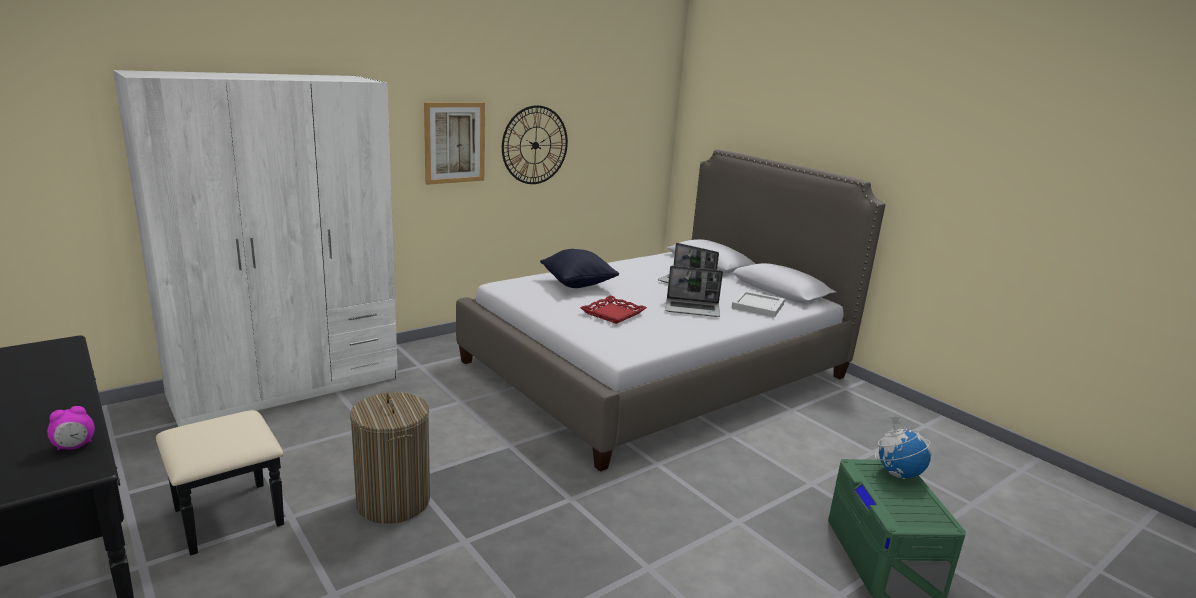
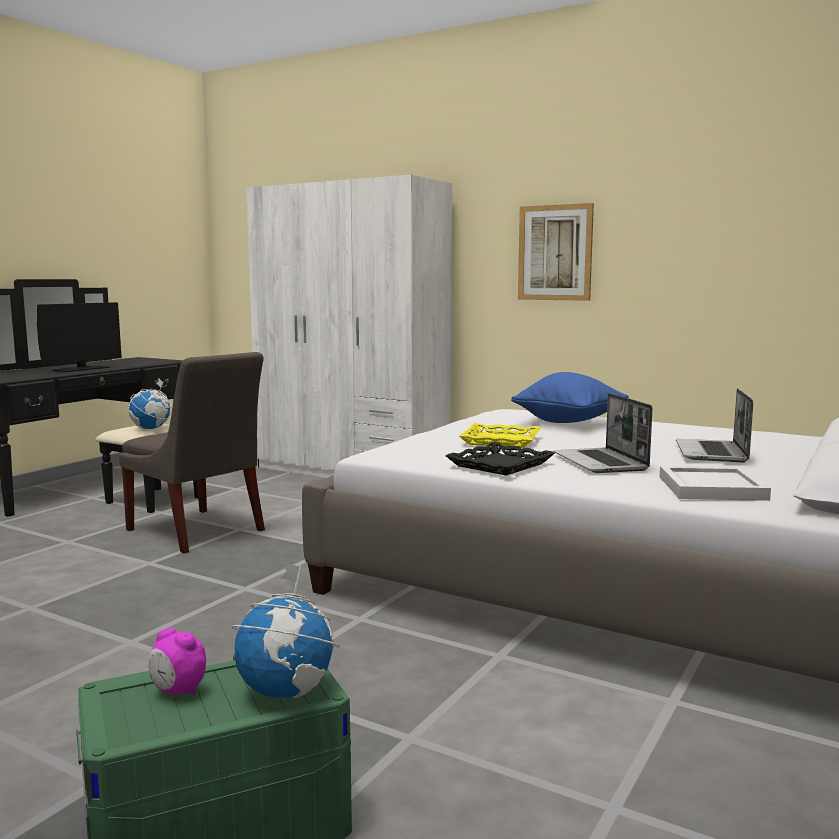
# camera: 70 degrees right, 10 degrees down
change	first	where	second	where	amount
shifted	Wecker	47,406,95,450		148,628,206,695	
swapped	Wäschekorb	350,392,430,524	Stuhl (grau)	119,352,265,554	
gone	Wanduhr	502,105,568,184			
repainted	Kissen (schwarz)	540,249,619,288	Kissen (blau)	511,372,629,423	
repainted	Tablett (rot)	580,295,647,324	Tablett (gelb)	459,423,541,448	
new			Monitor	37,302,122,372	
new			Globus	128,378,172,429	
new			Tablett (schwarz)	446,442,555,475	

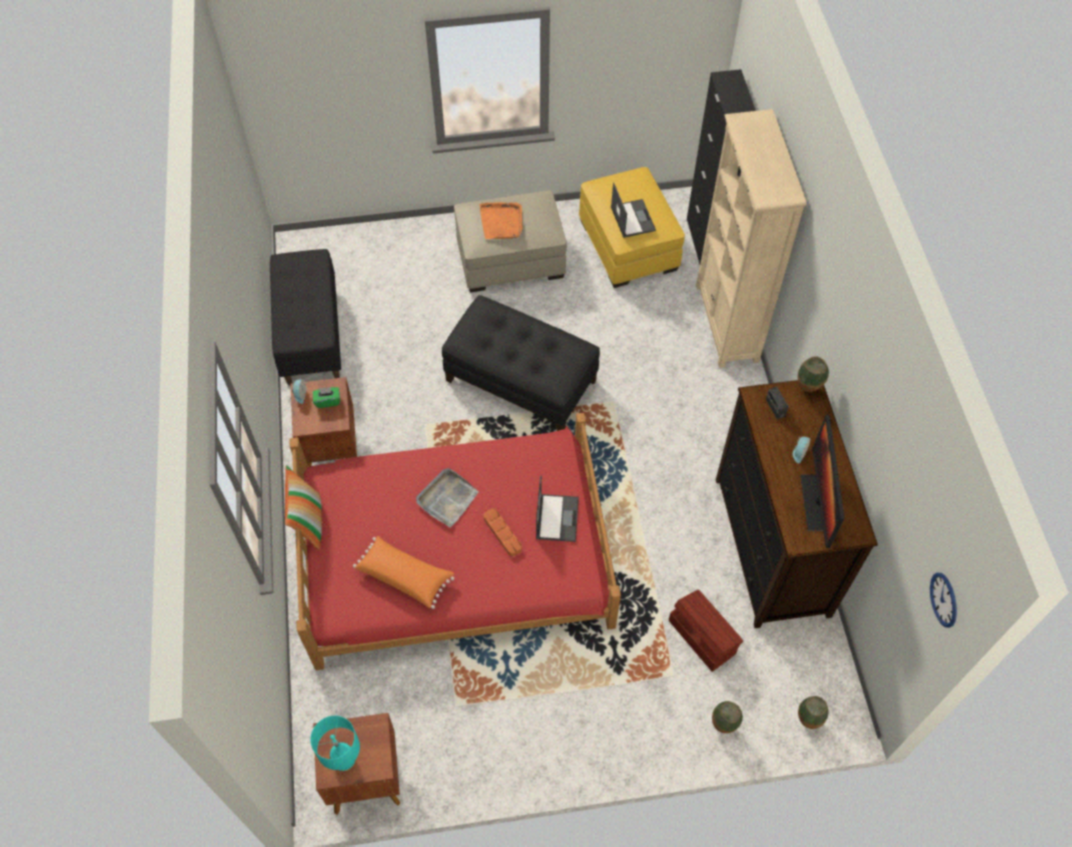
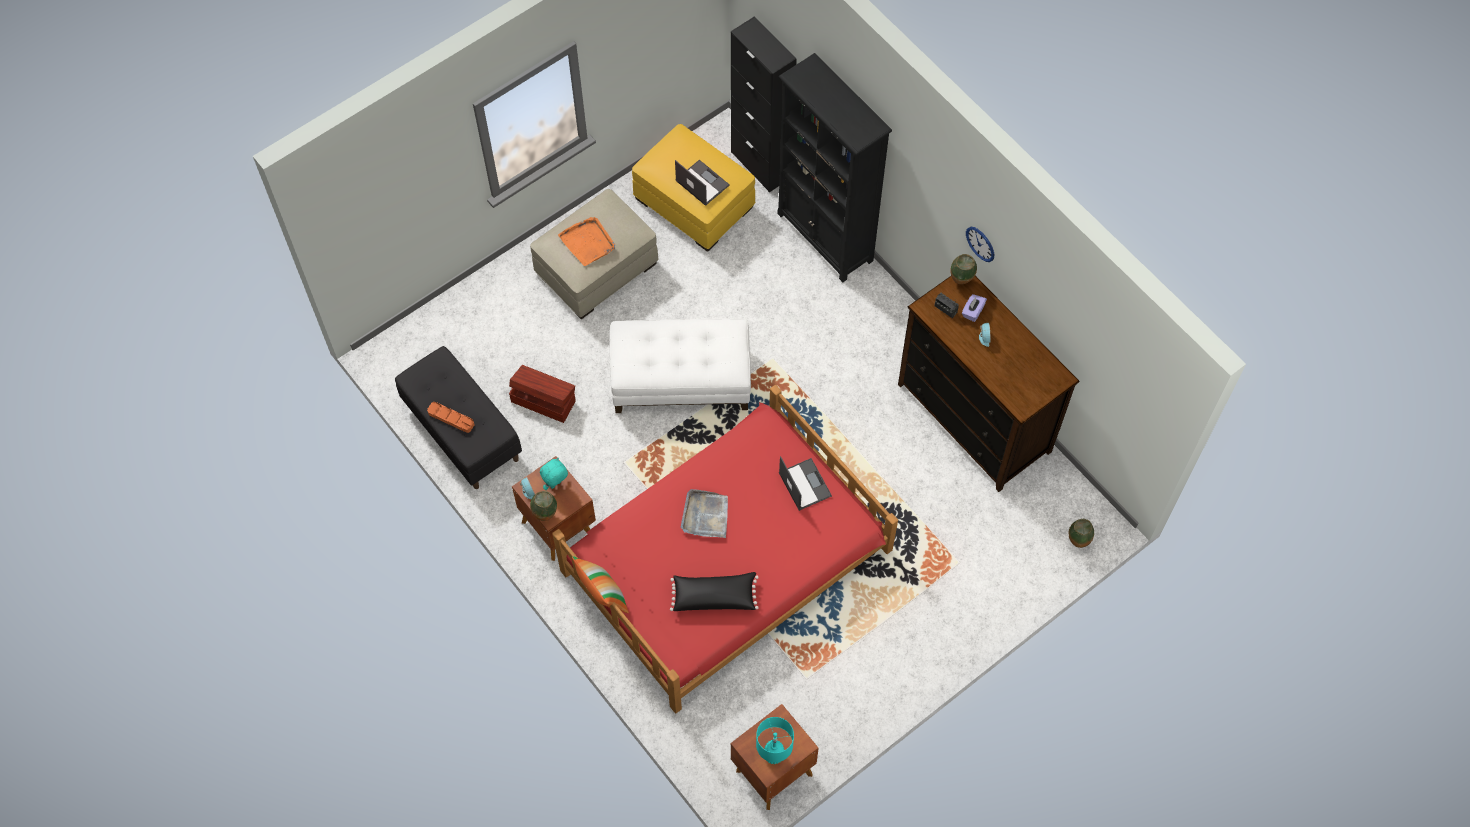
# camera: 30 degrees left, 5 degrees up
change	first	where	second	where	amount
swapped	Taschentuchbox (grün)	313,387,340,408	Plüschtier (türkis)	540,458,568,490	
repainted	Kissen (orange)	353,536,454,609	Kissen (schwarz)	670,572,759,611	
repainted	Polsterhocker (schwarz)	442,295,600,431	Polsterhocker (weiß)	609,319,751,413	
shifted	Tablett (orange)	484,508,522,557		427,402,474,433	
shifted	Aufbewahrungsbox (braun)	669,590,743,672		509,365,576,423	
repainted	Bücherregal (beige)	696,109,807,368	Bücherregal (schwarz)	778,53,892,282	
shifted	Vase	712,701,743,733		530,491,557,521	
gone	Monitor	801,415,845,548			
shifted	Wanduhr	930,573,957,628		966,227,994,262	
new			Taschentuchbox (lila)	962,294,987,322	

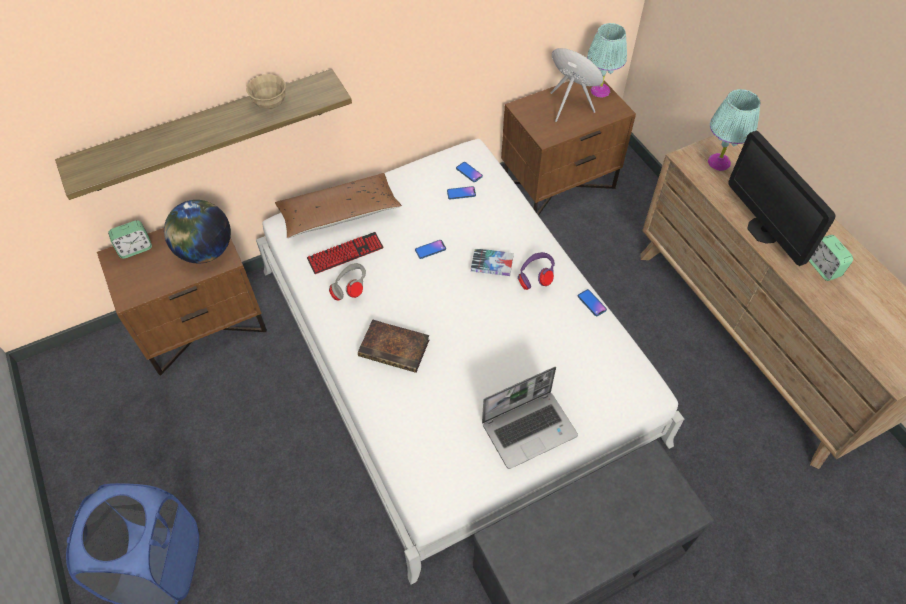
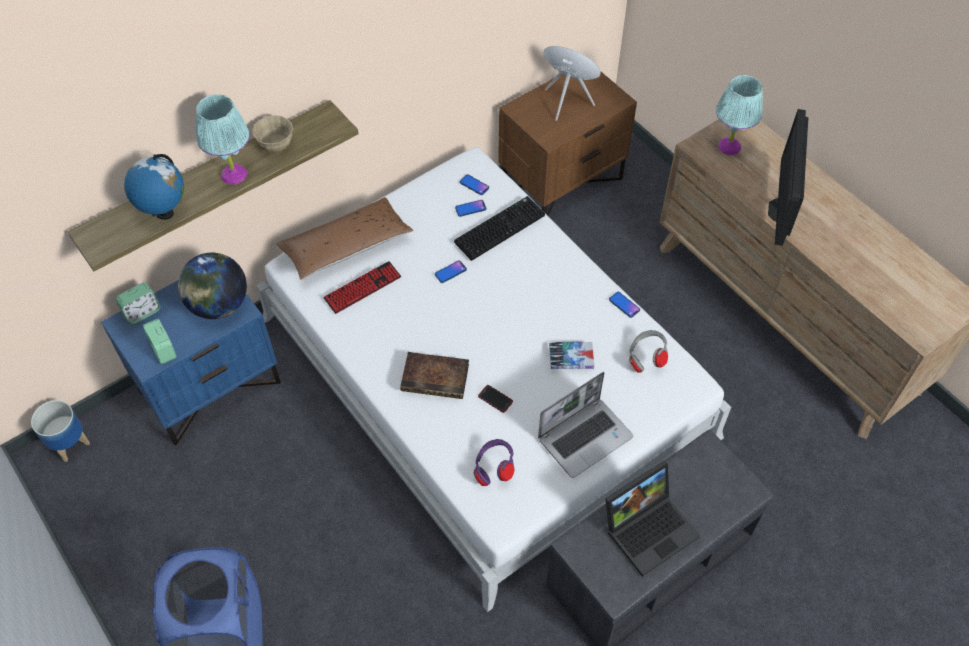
# camera: 10 degrees left, 0 degrees up
change	first	where	second	where	amount
repainted	Nachttisch (braun)	97,228,267,376	Nachttisch (blau)	101,280,281,445	
shifted	Kopfhörer (grau)	329,263,366,301		629,330,668,373	
shifted	Buch	471,249,514,276		549,342,594,369	
shifted	Kopfhörer (lila)	518,252,555,290		474,439,514,486	
shifted	Tischlampe (türkis)	587,23,627,98		196,94,250,184	
rotated	Monitor	728,131,836,266		768,109,809,246	45 degrees clockwise
shifted	Wecker	809,235,853,281		143,319,177,364	
new			Pflanzkübel	31,400,90,462	
new			Globus	124,154,184,220	
new			Tastatur	454,196,545,261	
new			Handy	478,385,513,413	
new			Laptop	605,461,700,577	

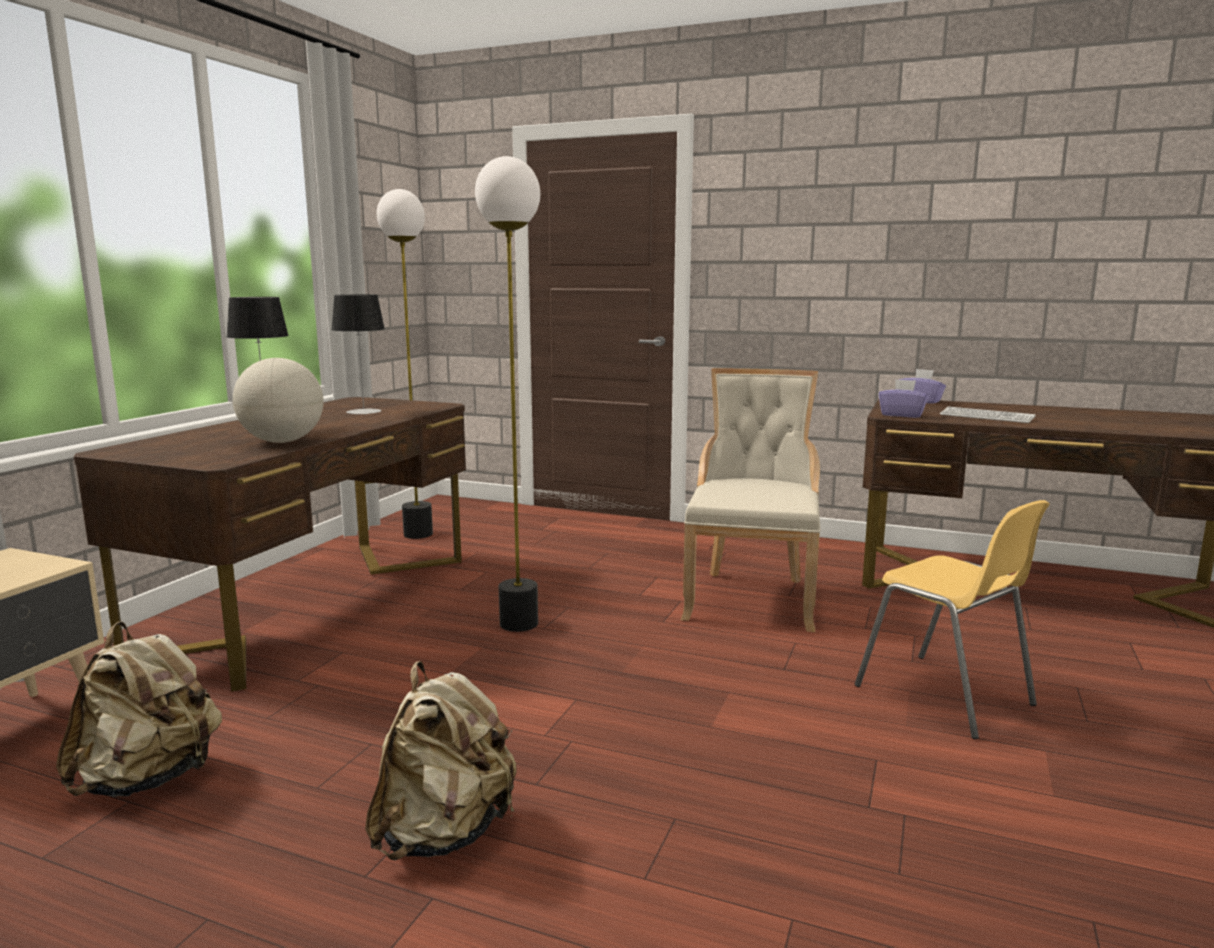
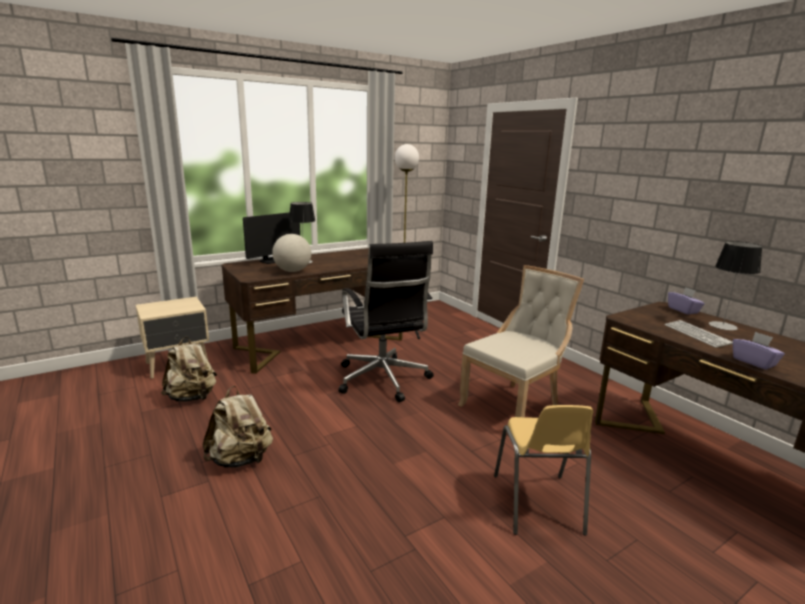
# camera: 35 degrees right, 5 degrees up
change	first	where	second	where	amount
shifted	Tischlampe	331,294,385,414		709,241,762,330	
swapped	Stehlampe	475,156,540,632	Bürostuhl (schwarz)	338,241,434,402	
shifted	Taschentuchbox (lila)	879,379,928,418		733,331,785,370	
new			Monitor	243,212,300,264	

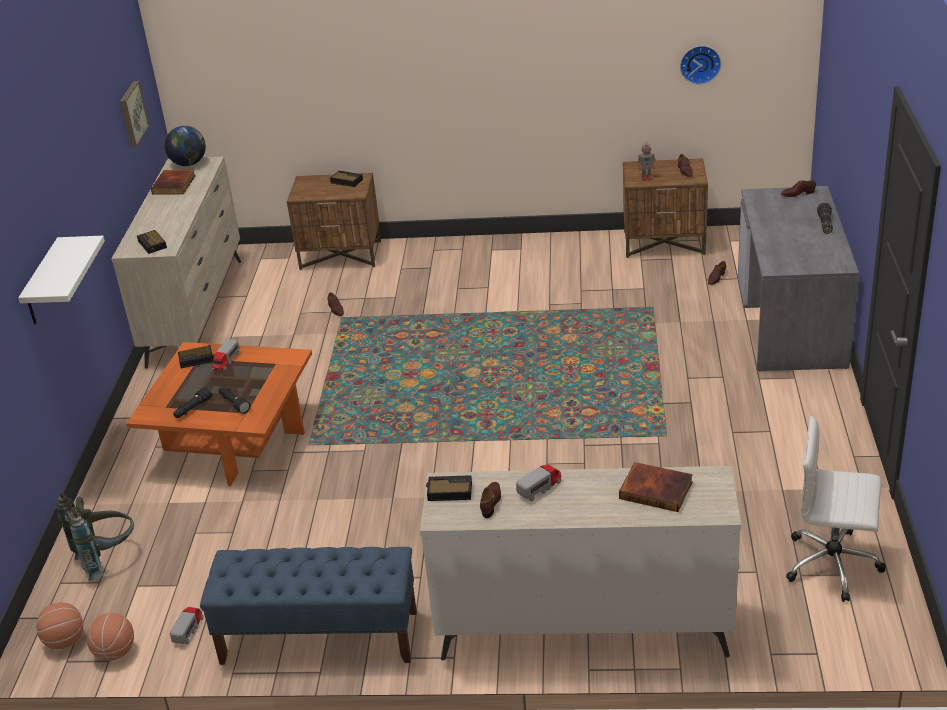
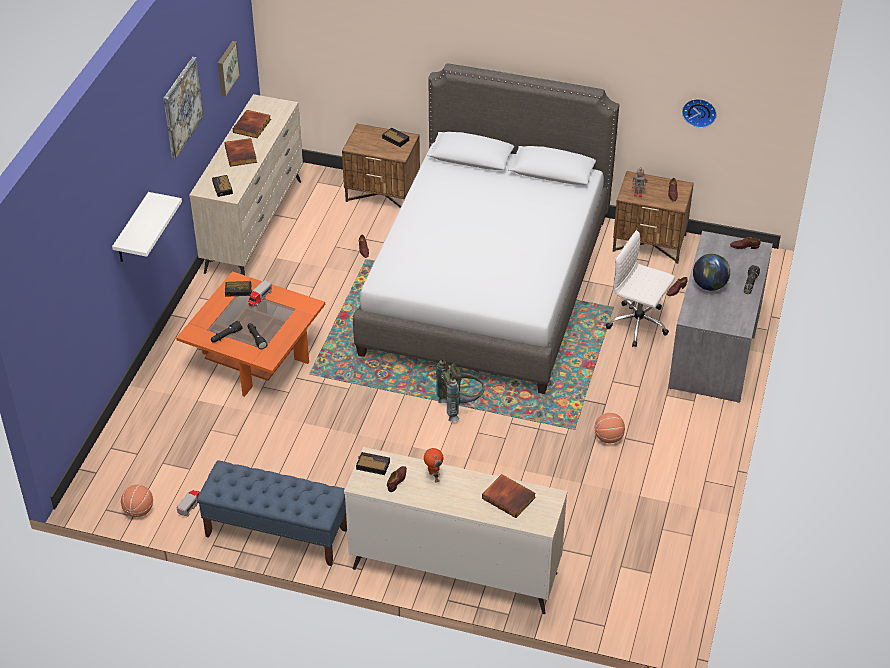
# camera: 10 degrees right, 10 degrees up
change	first	where	second	where	amount
shifted	Basketball	36,602,83,649		595,413,625,443	
shifted	Rucksack (grau)	56,493,134,581		436,359,485,422	
shifted	Globus	165,126,206,166		693,254,730,291	
swapped	Spielzeuglaster	516,464,561,501	Spielzeugroboter	424,448,443,483	
shifted	Bürostuhl (weiß)	786,416,886,602		606,230,675,347	
new			Bild	163,57,204,159	
new			Buch	224,138,257,167	
new			Bett (grau)	353,63,619,394	

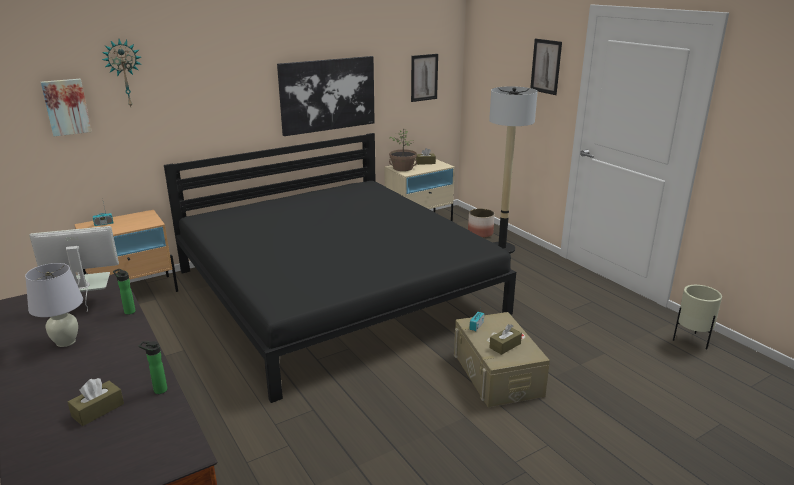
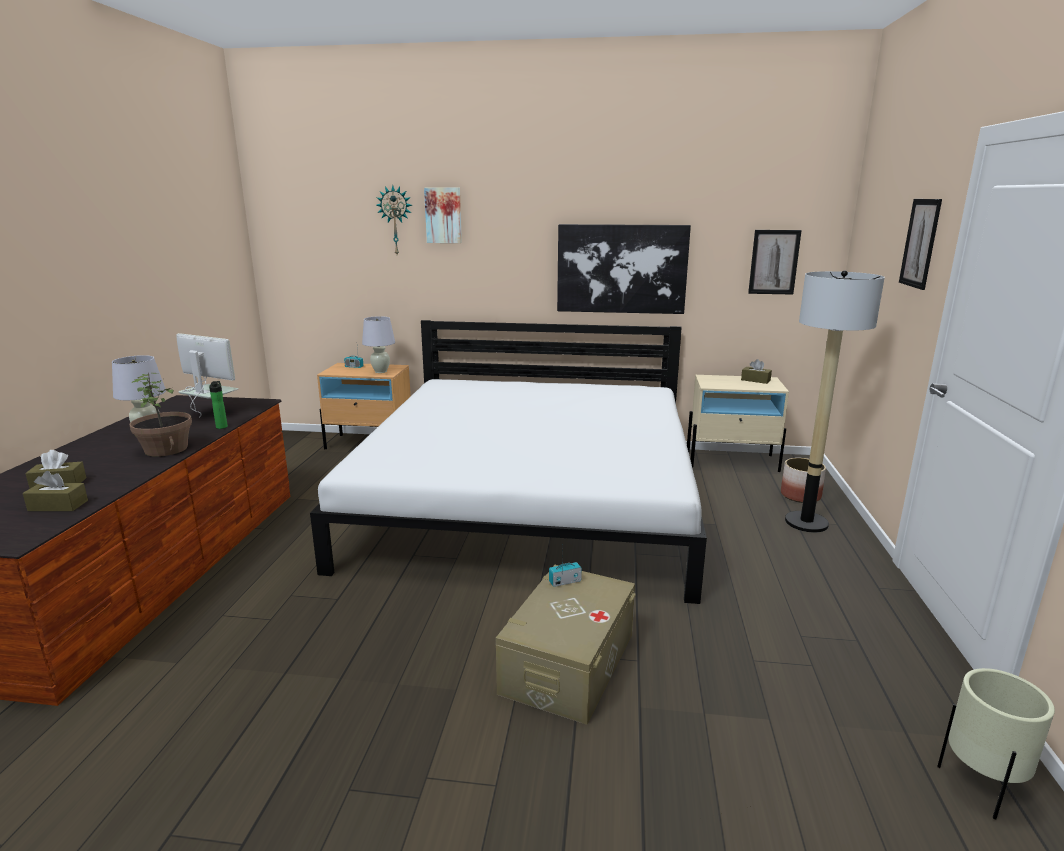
# camera: 40 degrees right, 5 degrees down
change	first	where	second	where	amount
shifted	Bild	41,79,92,136		424,188,462,243	
gone	Flasche	139,341,168,394			
repainted	Bett (schwarz)	164,133,516,403	Bett (weiß)	310,320,707,604	
shifted	Topfpflanze	389,128,417,171		129,372,192,457	
shifted	Taschentuchbox (braun)	489,324,522,355		23,471,88,511	
new			Tischlampe (weiß)	362,316,395,373	

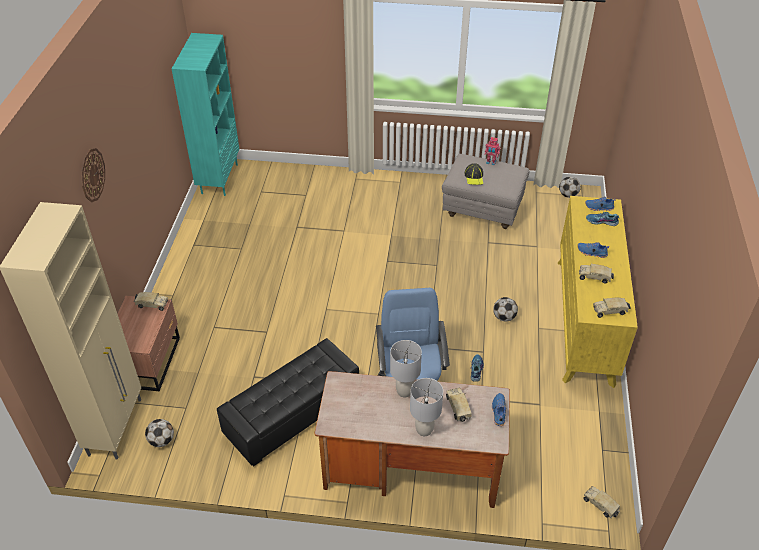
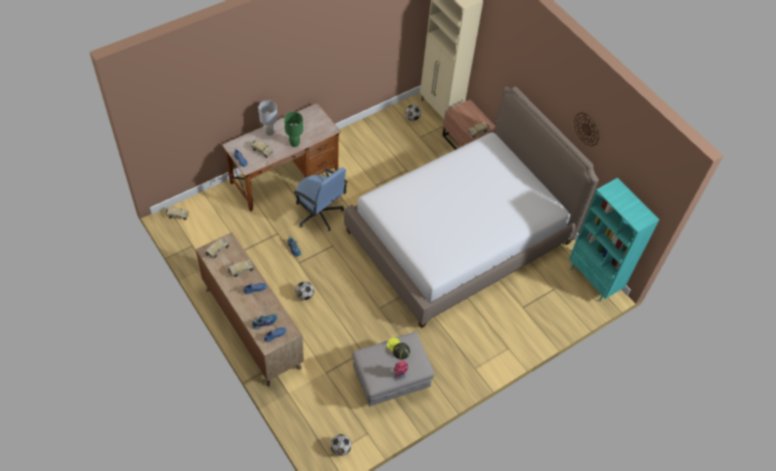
# camera: 135 degrees right, 10 degrees up
change	first	where	second	where	amount
shifted	Wanduhr	81,148,105,202		574,112,600,146	
gone	Polsterhocker (schwarz)	217,338,359,466			
repainted	Tischlampe (grau)	390,340,422,397	Tischlampe (grün)	284,112,303,147	
repainted	Kommode (gelb)	557,196,638,388	Kommode (braun)	196,232,304,387	
new			Bett	344,87,599,328	

